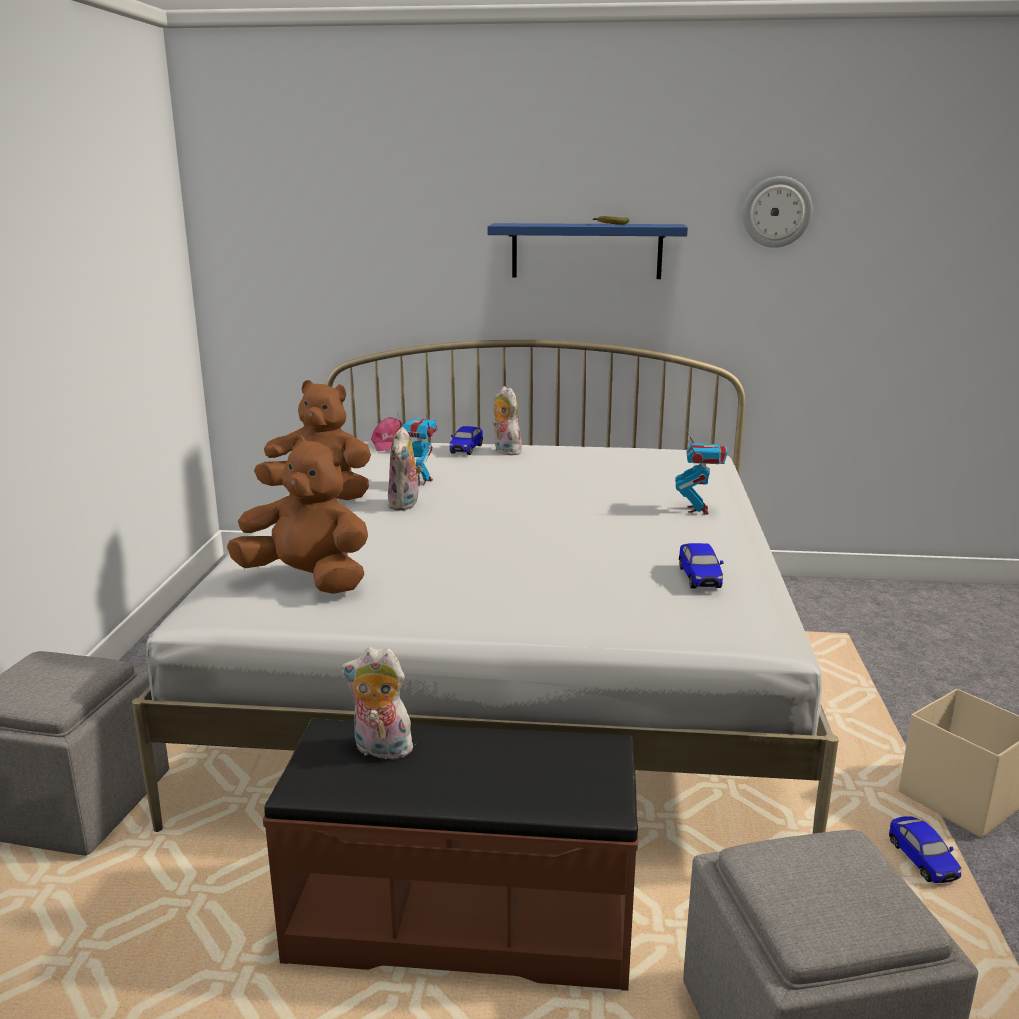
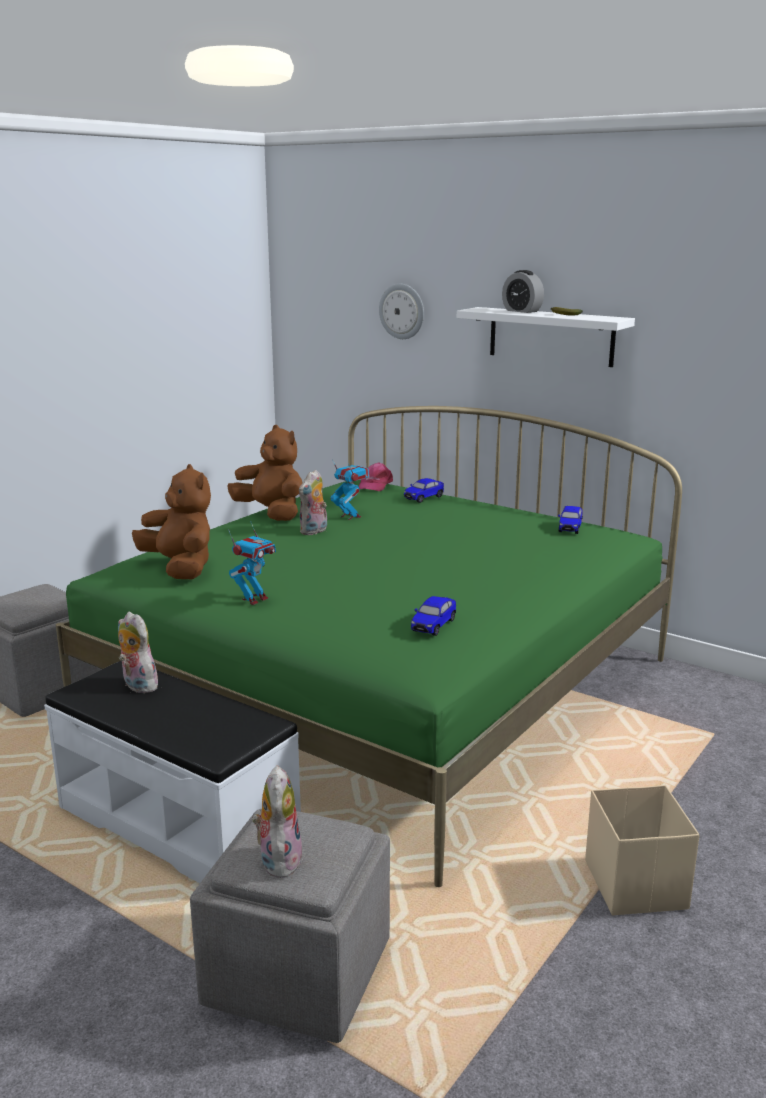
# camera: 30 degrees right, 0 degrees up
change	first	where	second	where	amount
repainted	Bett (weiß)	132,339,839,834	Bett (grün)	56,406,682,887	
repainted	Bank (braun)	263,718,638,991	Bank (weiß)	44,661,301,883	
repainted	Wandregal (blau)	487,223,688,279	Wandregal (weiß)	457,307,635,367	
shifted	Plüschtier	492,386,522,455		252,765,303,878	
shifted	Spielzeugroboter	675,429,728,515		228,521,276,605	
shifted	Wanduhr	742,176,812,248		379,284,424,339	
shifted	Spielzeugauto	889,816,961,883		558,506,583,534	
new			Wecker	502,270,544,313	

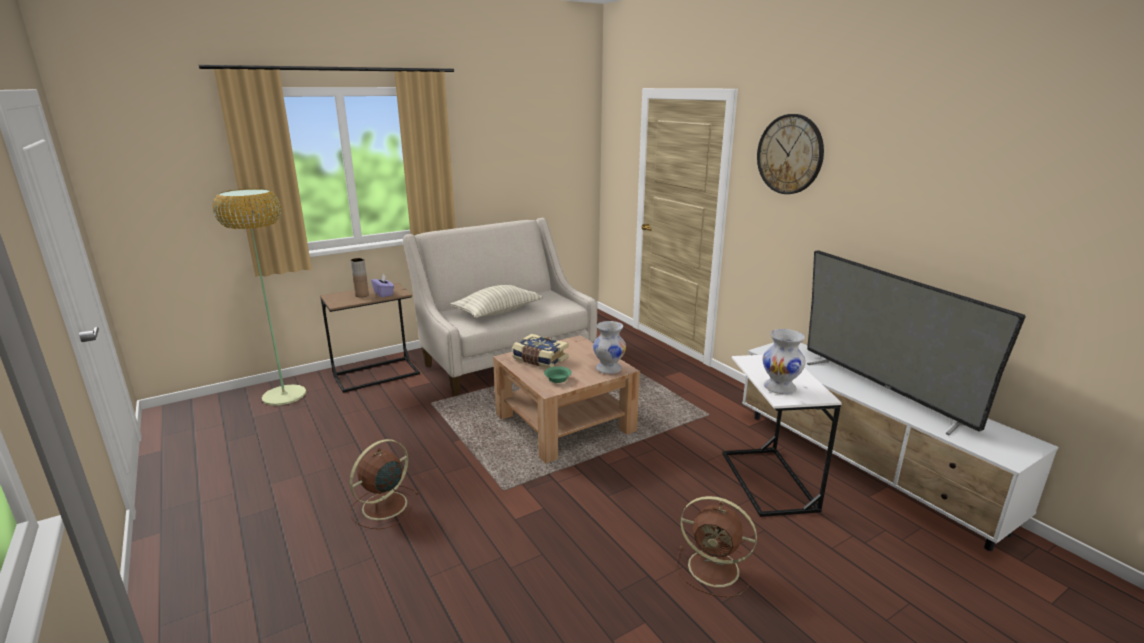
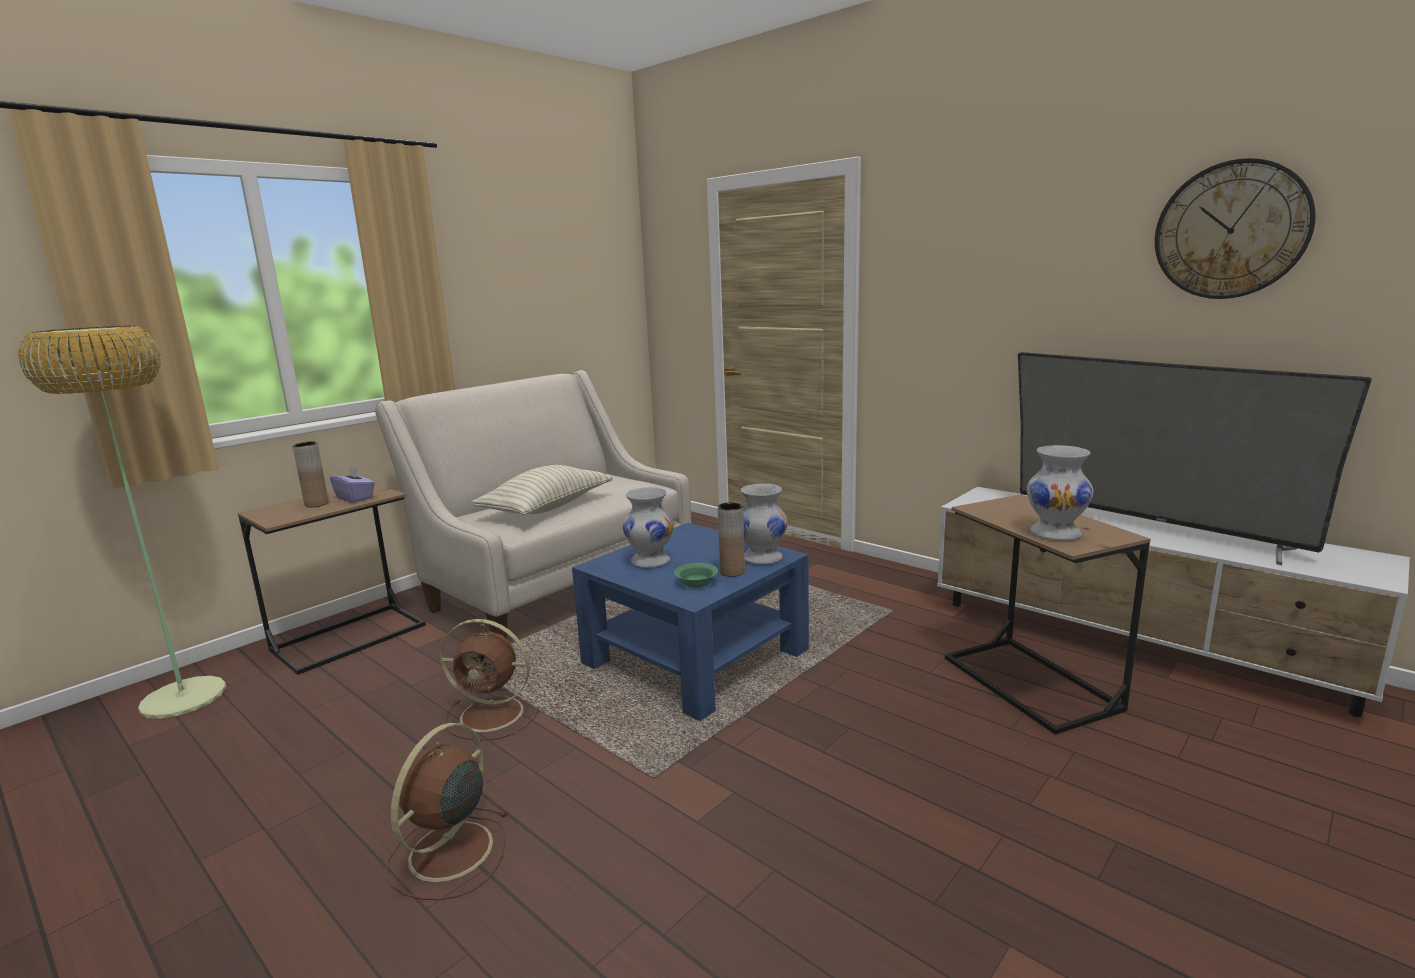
# camera: 15 degrees left, 5 degrees down
change	first	where	second	where	amount
repainted	Couchtisch (braun)	493,335,640,463	Couchtisch (blau)	572,523,809,721	
swapped	Buch	512,334,569,368	Vase (weiß)	623,487,674,568	
shifted	Ventilator (braun)	677,496,757,597		440,619,539,741	
repainted	Beistelltisch (weiß)	722,355,842,517	Beistelltisch (braun)	945,495,1151,735	
shifted	Wanduhr	757,114,824,194		1155,158,1316,299	
new			Vase (braun)	718,502,745,577	

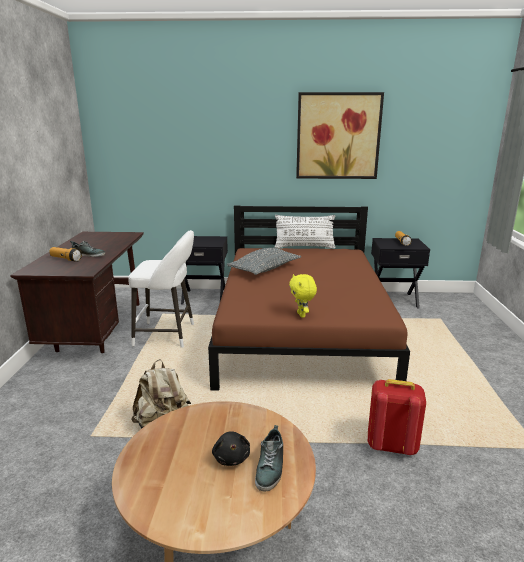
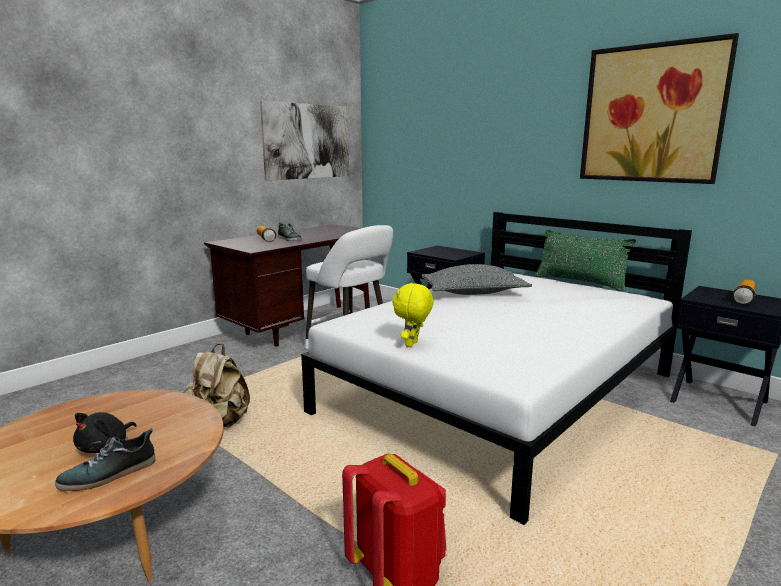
# camera: 40 degrees right, 5 degrees down
change	first	where	second	where	amount
repainted	Bett (braun)	208,205,410,391	Bett (weiß)	301,212,692,525	
repainted	Kissen (weiß)	274,215,336,249	Kissen (grün)	535,230,636,291	
new			Bild	260,101,349,181	

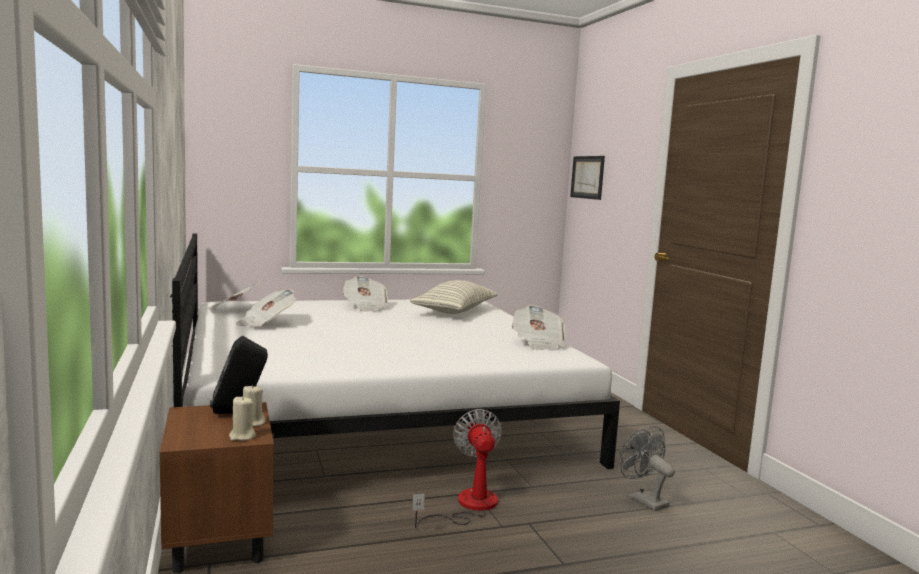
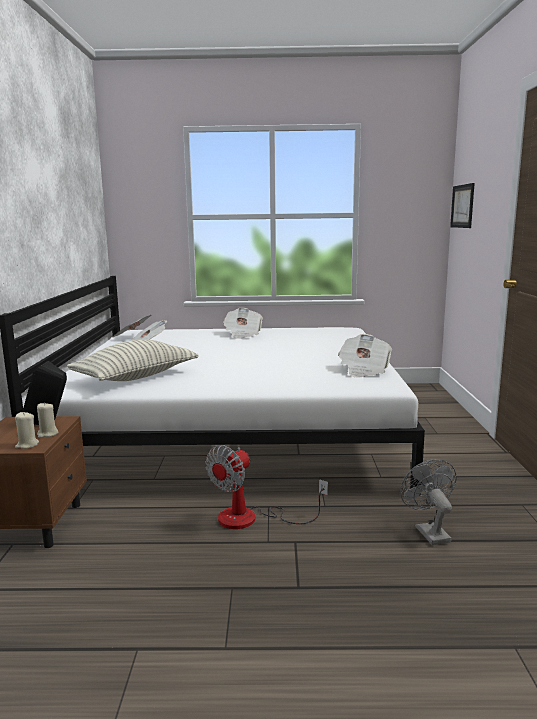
# camera: 20 degrees right, 5 degrees up
change	first	where	second	where	amount
shifted	Kissen	410,280,498,314		67,340,198,381	
rotated	Ventilator	412,409,502,528		205,445,328,529	150 degrees counterclockwise

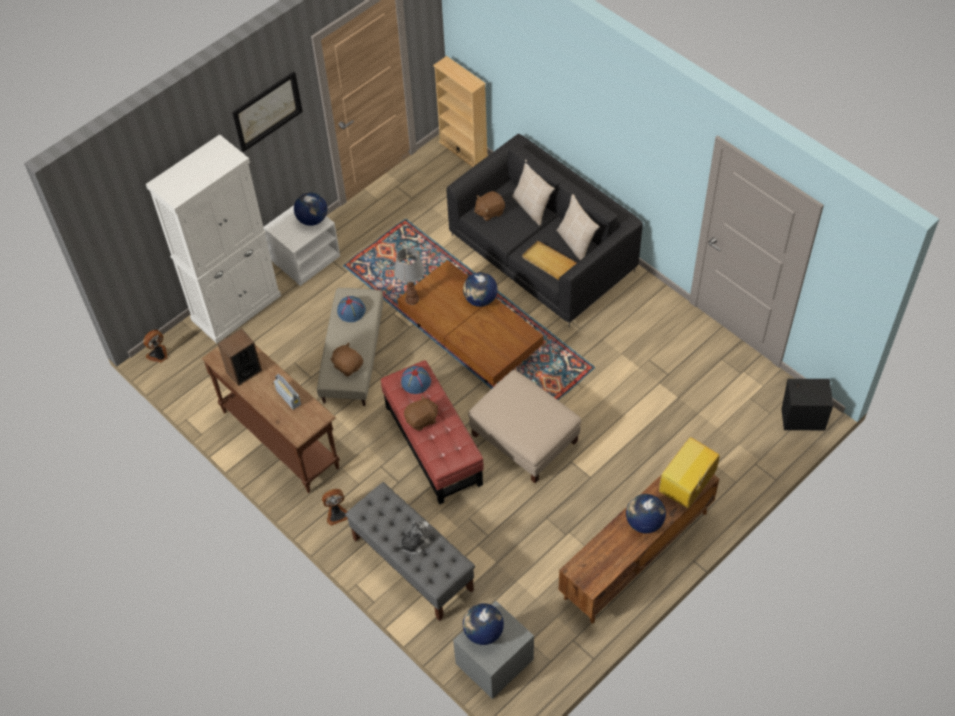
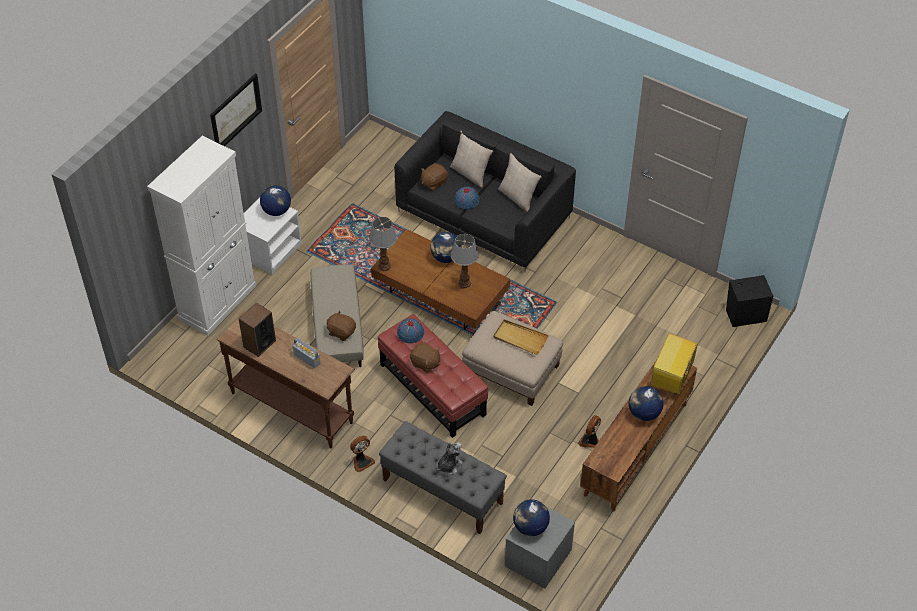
# camera: 15 degrees left, 5 degrees down
change	first	where	second	where	amount
shifted	Ventilator	143,330,168,363		578,415,601,448	
shifted	Hut (blau)	337,296,366,322		455,186,480,209	
rotated	Plüschtier (braun)	404,395,438,431		410,343,440,373	75 degrees clockwise
gone	Bücherregal (beige)	433,56,487,167			
shifted	Tablett (beige)	522,241,577,280		493,319,549,355	
new			Tischlampe	451,234,479,289	

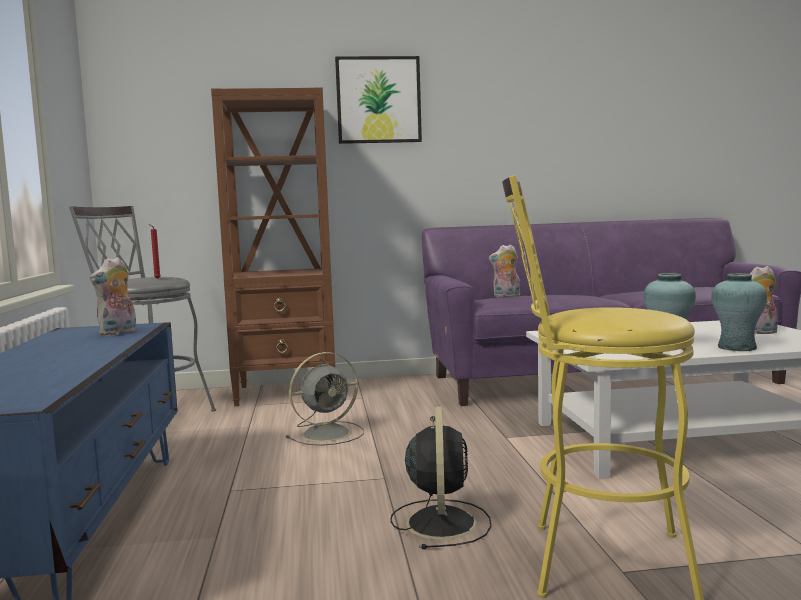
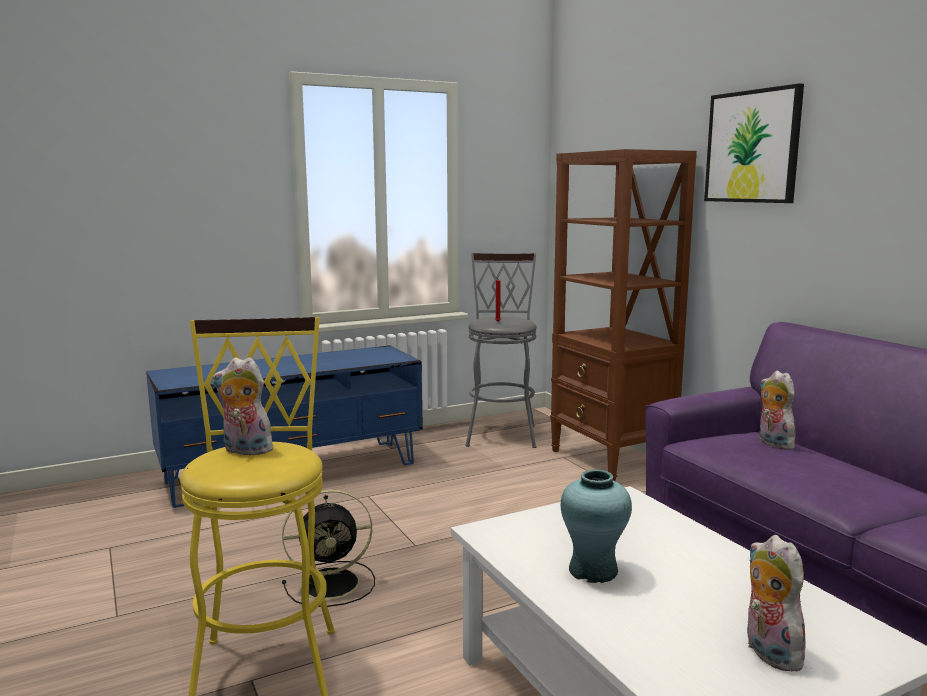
# camera: 70 degrees right, 5 degrees up
change	first	where	second	where	amount
shifted	Plüschtier	90,257,137,336		212,357,279,455	
gone	Ventilator (grau)	286,352,364,446			
gone	Vase (türkis)	711,273,767,351			

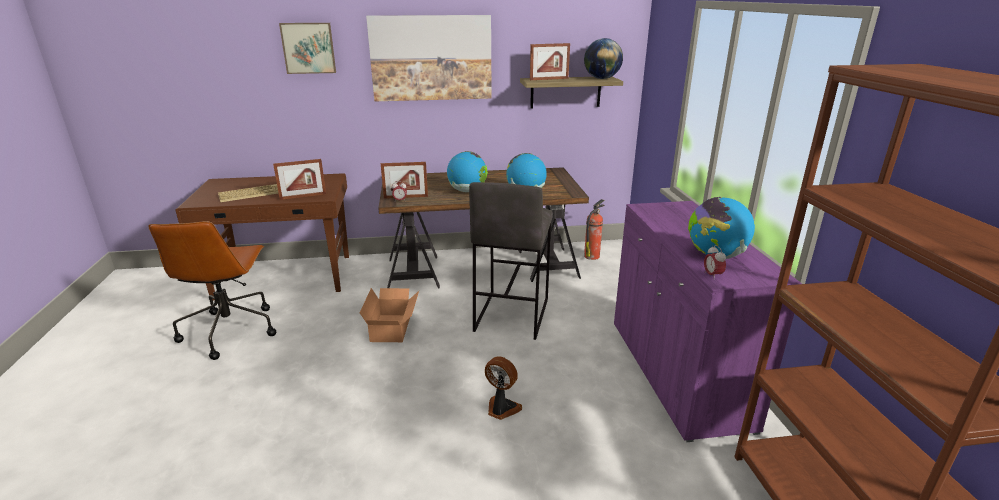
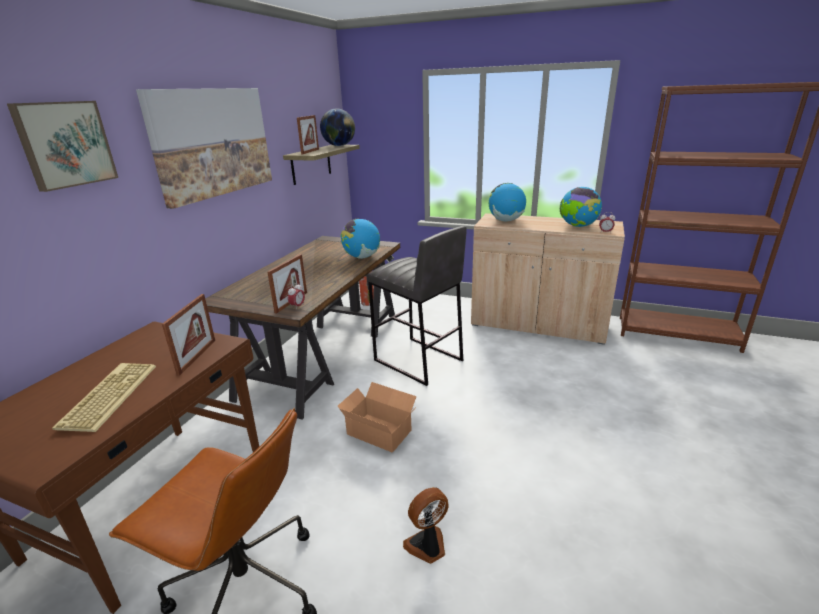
# camera: 60 degrees left, 0 degrees up
change	first	where	second	where	amount
shifted	Globus	447,151,488,192		489,183,526,222	
shifted	Ventilator	485,356,522,420		403,487,448,564	
repainted	Schrank (lila)	614,201,802,442	Schrank (beige)	471,213,625,345	

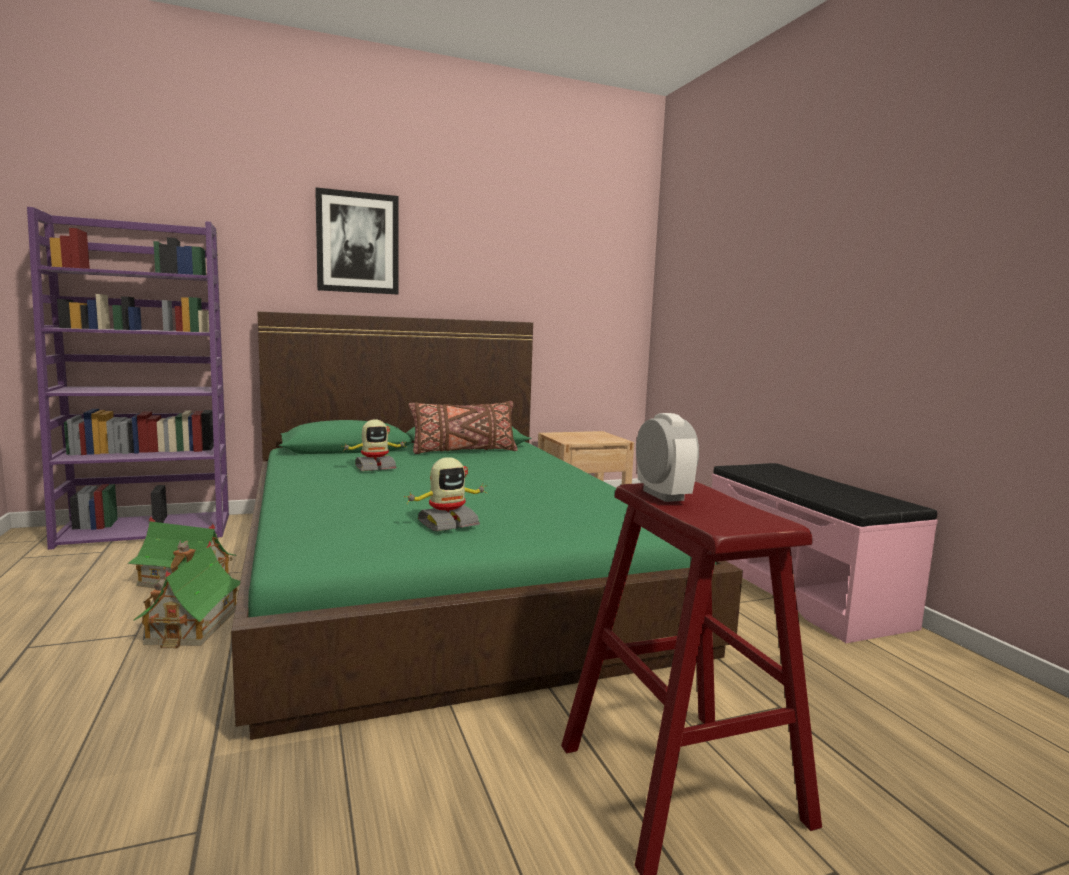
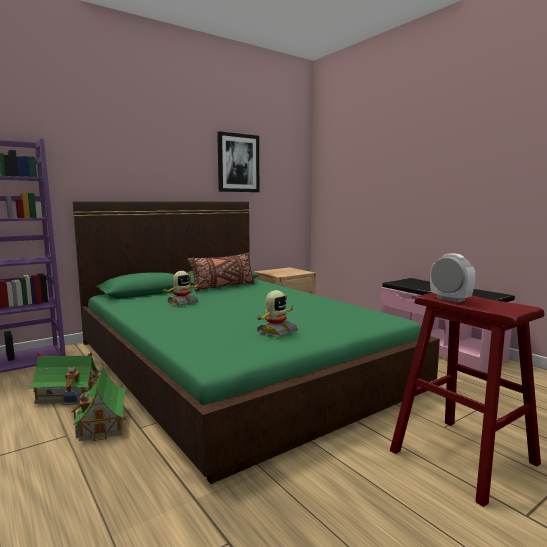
# camera: 15 degrees left, 0 degrees up
change	first	where	second	where	amount
shifted	Bild	315,187,399,294		217,131,259,192	

